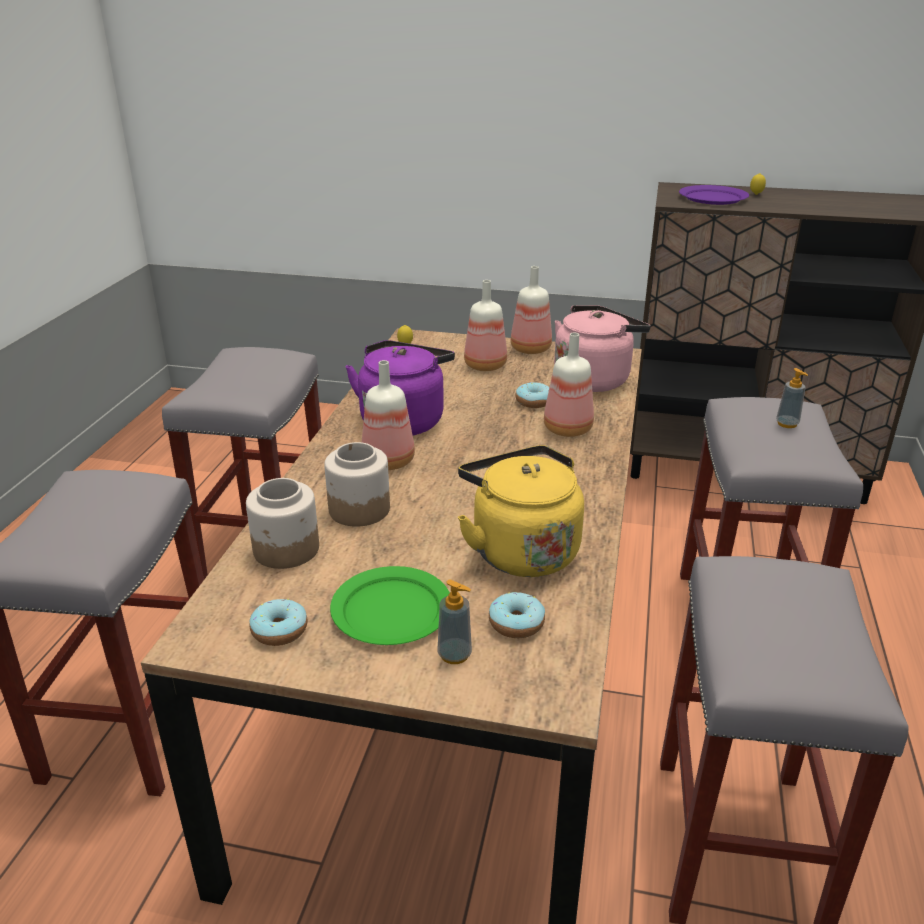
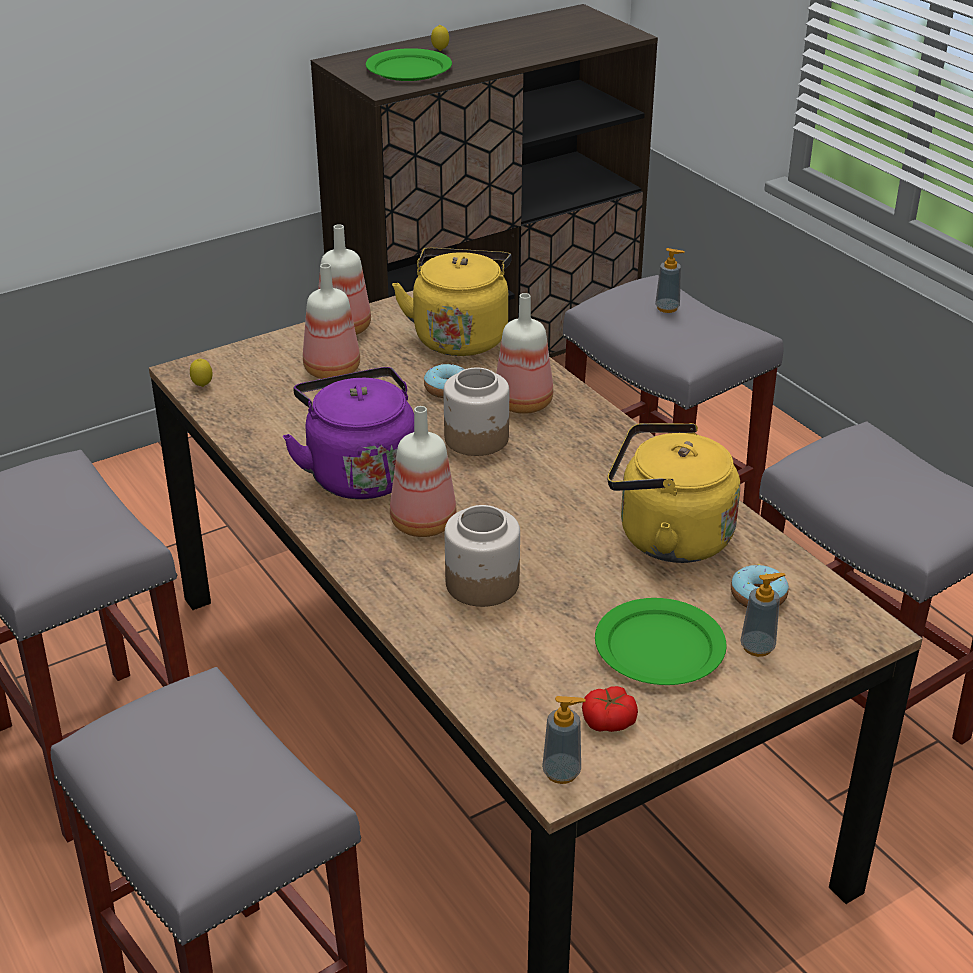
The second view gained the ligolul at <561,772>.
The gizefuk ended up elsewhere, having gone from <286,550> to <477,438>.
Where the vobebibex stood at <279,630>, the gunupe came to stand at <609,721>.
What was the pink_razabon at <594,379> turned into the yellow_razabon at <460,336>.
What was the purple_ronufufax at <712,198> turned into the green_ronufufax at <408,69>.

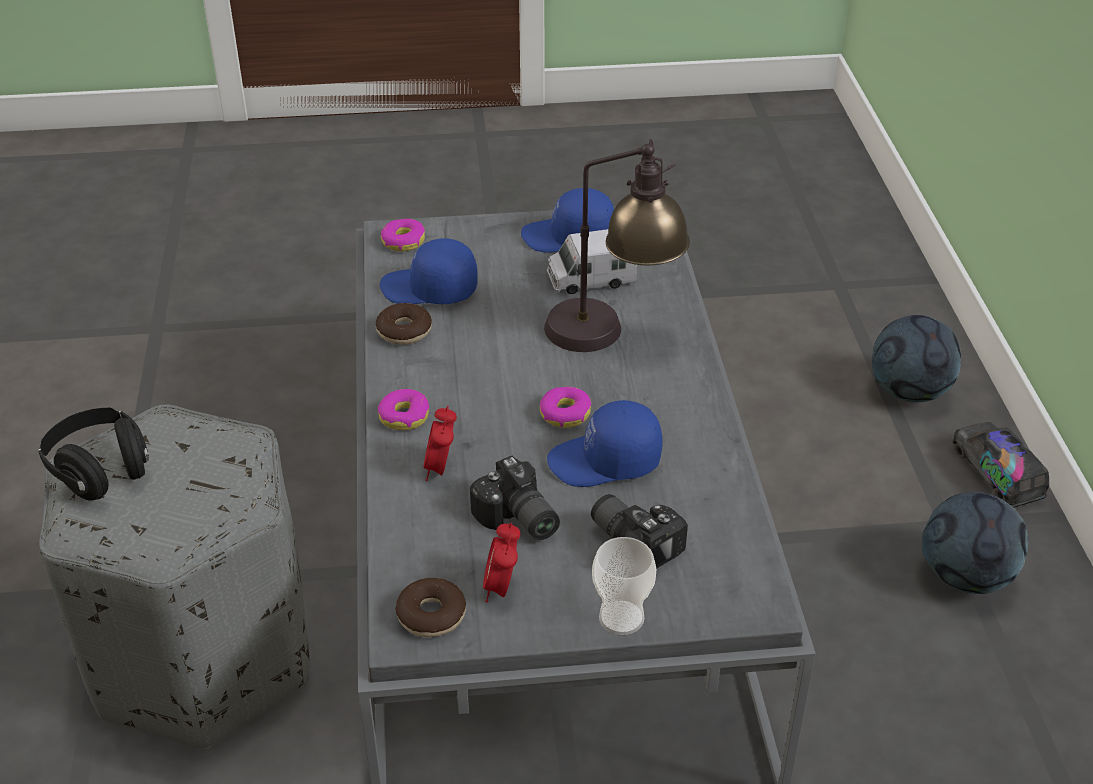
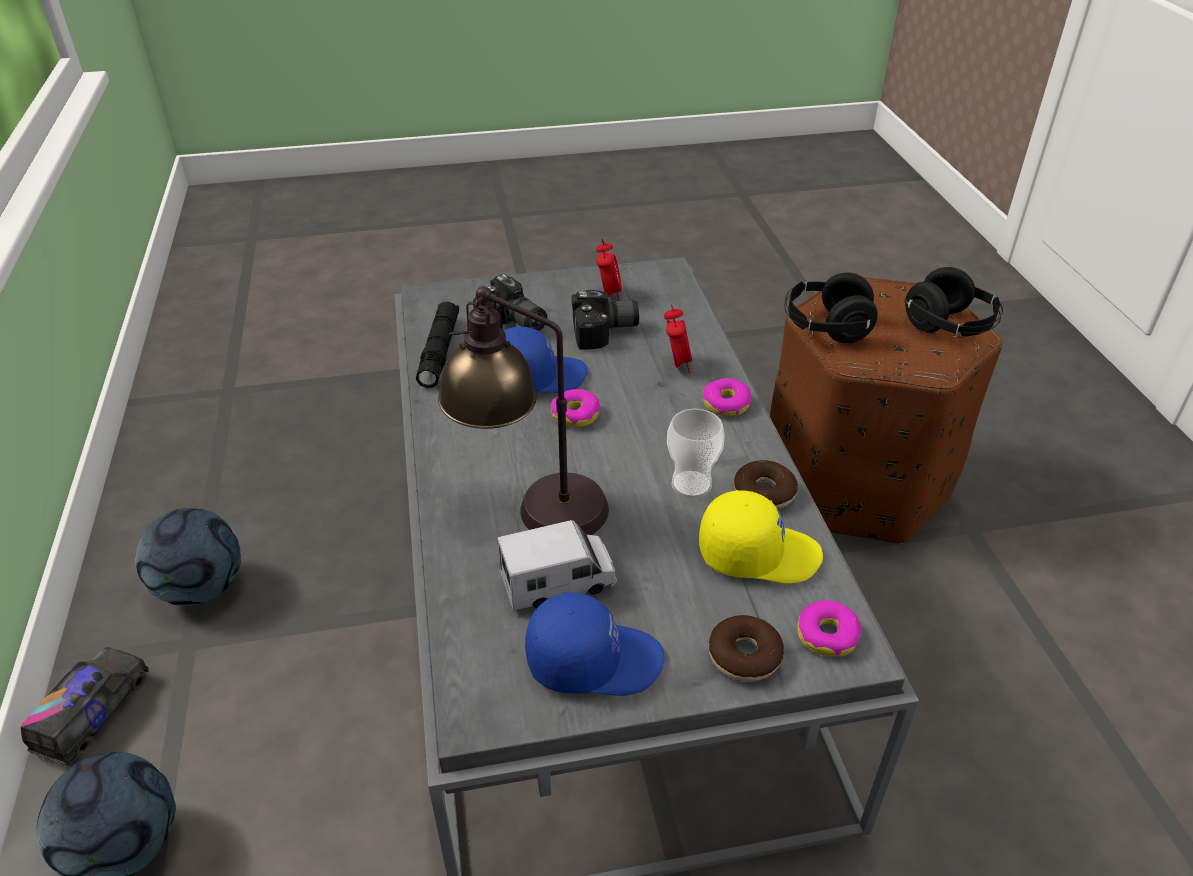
The second view gained the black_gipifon at <439,351>.
The second view gained the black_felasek at <825,328>.
The vobebibex ended up elsewhere, having gone from <431,615> to <744,656>.
The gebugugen ended up elsewhere, having gone from <621,617> to <691,484>.
What was the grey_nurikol at <203,658> turned into the brown_nurikol at <855,482>.
What was the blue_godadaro at <429,290> turned into the yellow_godadaro at <758,552>.
The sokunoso at <517,520> ended up facing another way, 120 degrees clockwise from before.
The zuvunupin at <996,474> ended up facing another way, 135 degrees counterclockwise from before.

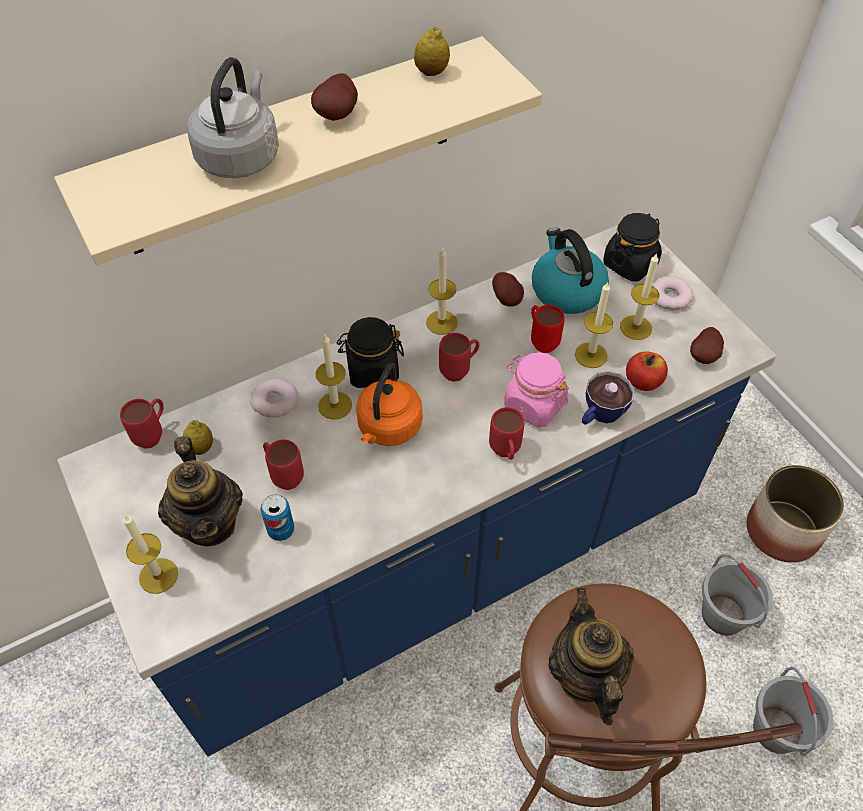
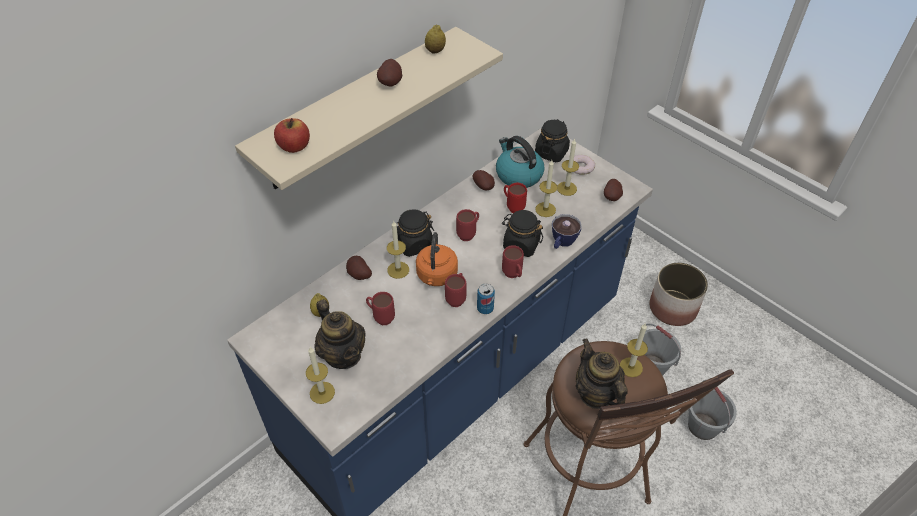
The second view lost the grey_razabon at <240,156>.
The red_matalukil ended up elsewhere, having gone from <153,434> to <457,298>.
The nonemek ended up elsewhere, having gone from <281,530> to <485,308>.
The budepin ended up elsewhere, having gone from <441,322> to <631,367>.
The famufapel ended up elsewhere, having gone from <643,382> to <294,146>.
Where the vobebibex stood at <274,401>, the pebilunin came to stand at <358,275>.
What was the pink_gizefuk at <534,405> turned into the black_gizefuk at <521,245>.

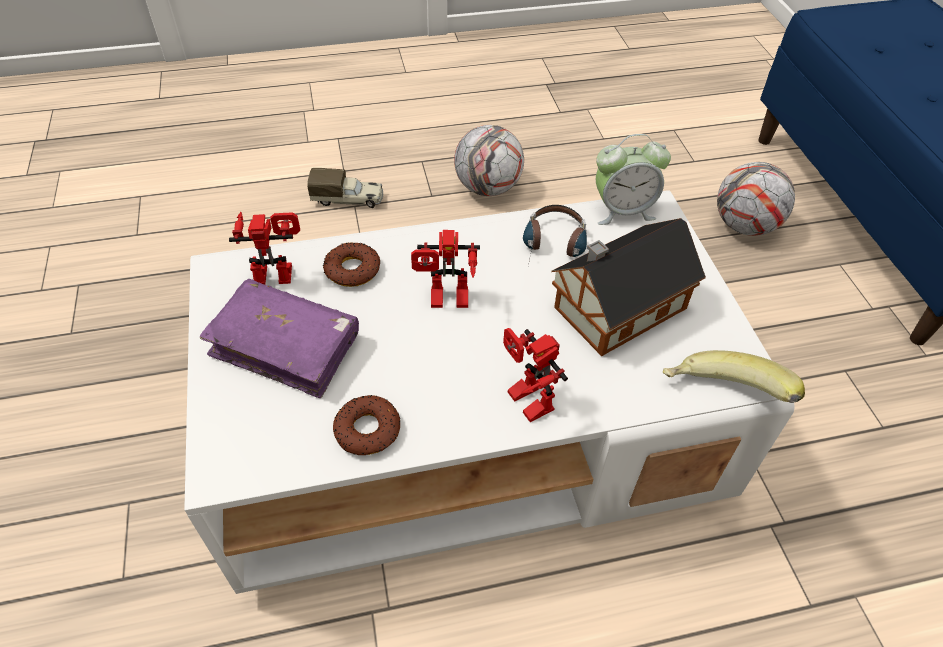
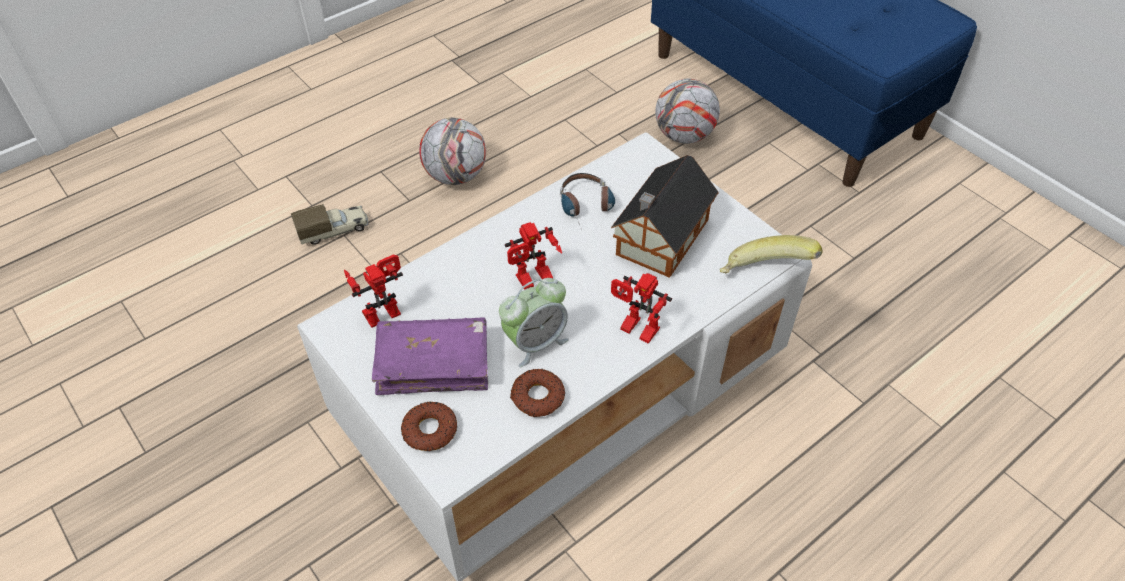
The vobebibex ended up elsewhere, having gone from <352,270> to <429,430>.
The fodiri ended up elsewhere, having gone from <622,210> to <535,342>.

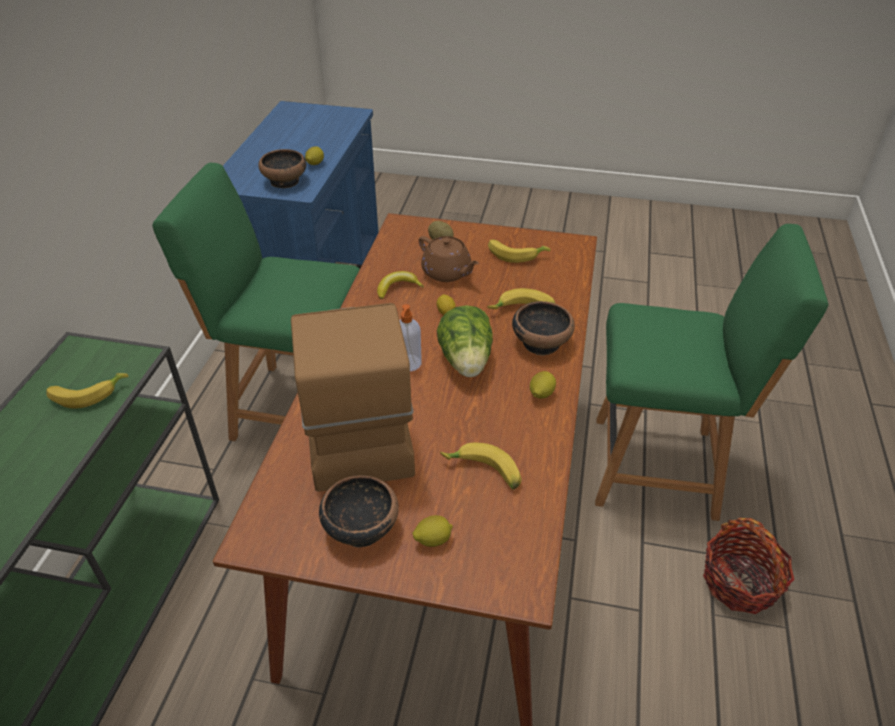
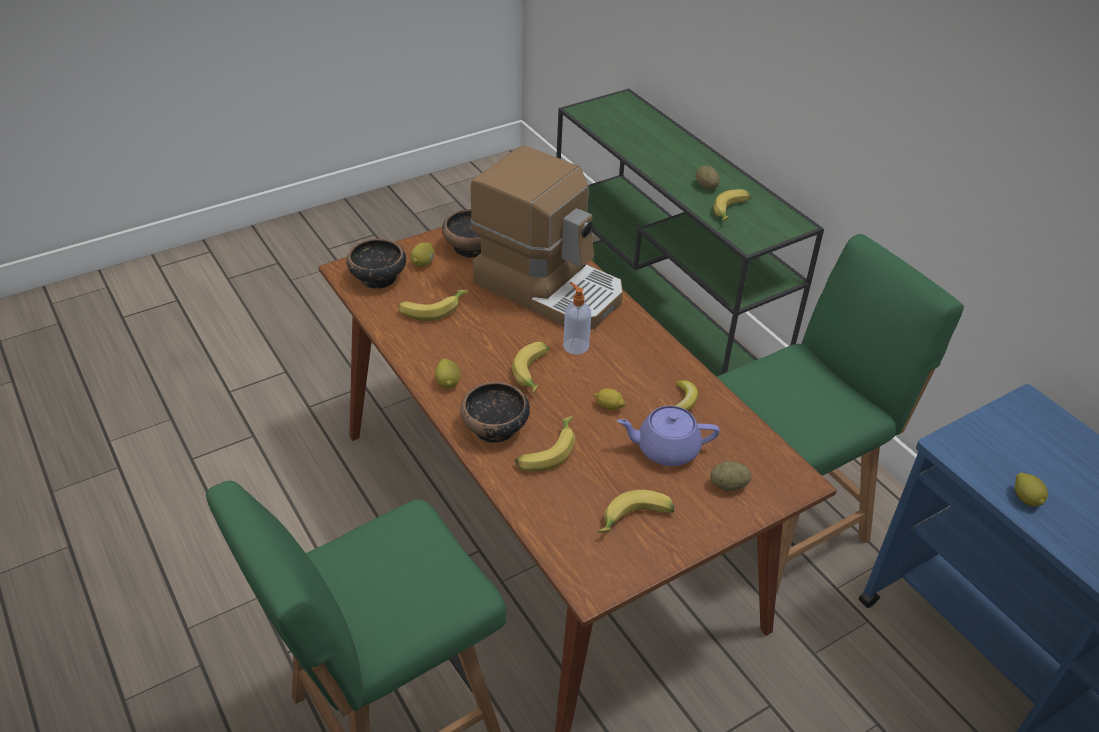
The second view lost the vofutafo at <740,582>.
The second view gained the pebilunin at <706,186>.
The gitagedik ended up elsewhere, having gone from <285,181> to <377,278>.
Where the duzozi stood at <466,362>, the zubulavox came to stand at <534,373>.
What was the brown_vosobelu at <447,273> turned into the purple_vosobelu at <666,449>.

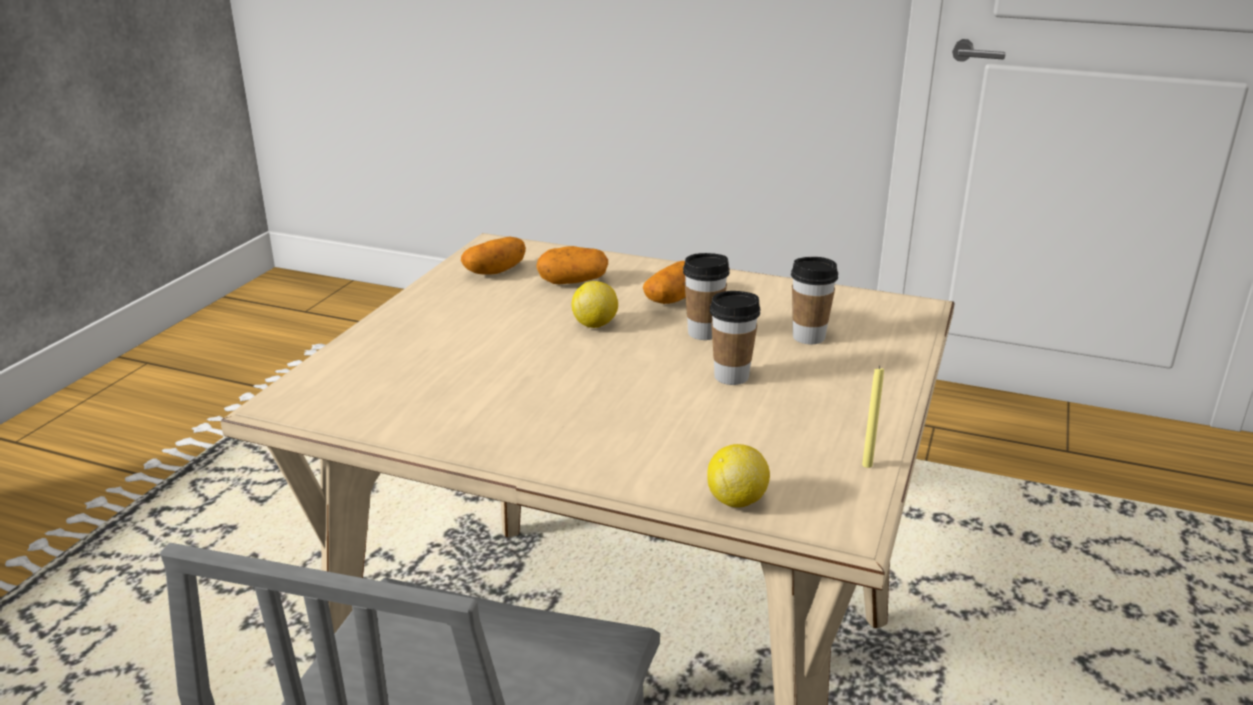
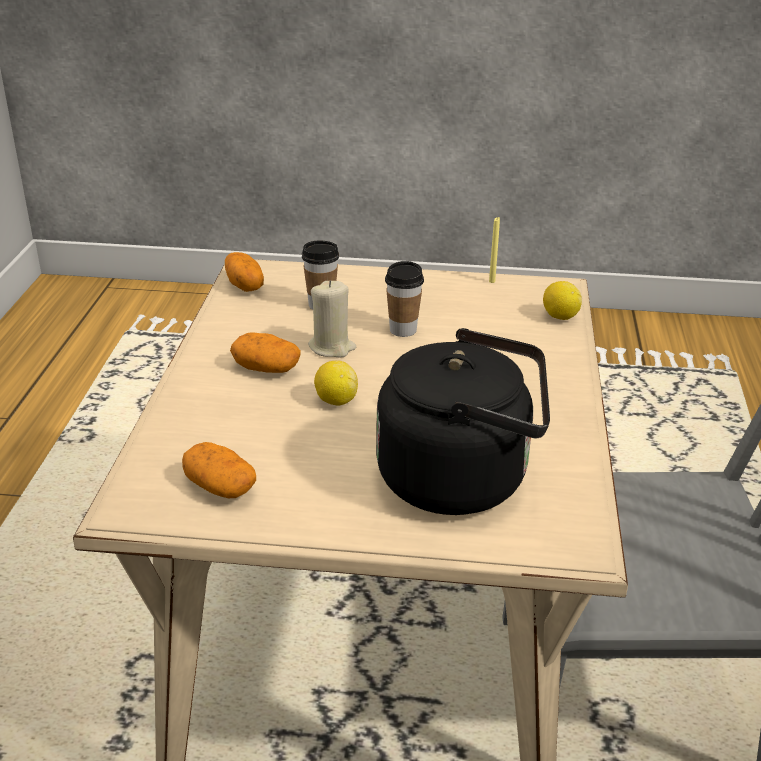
The second view gained the black_razabon at <462,479>.
The pebilunin ended up elsewhere, having gone from <572,282> to <245,285>.
Where the gebugugen stood at <703,333>, the beige_budepin came to stand at <332,347>.

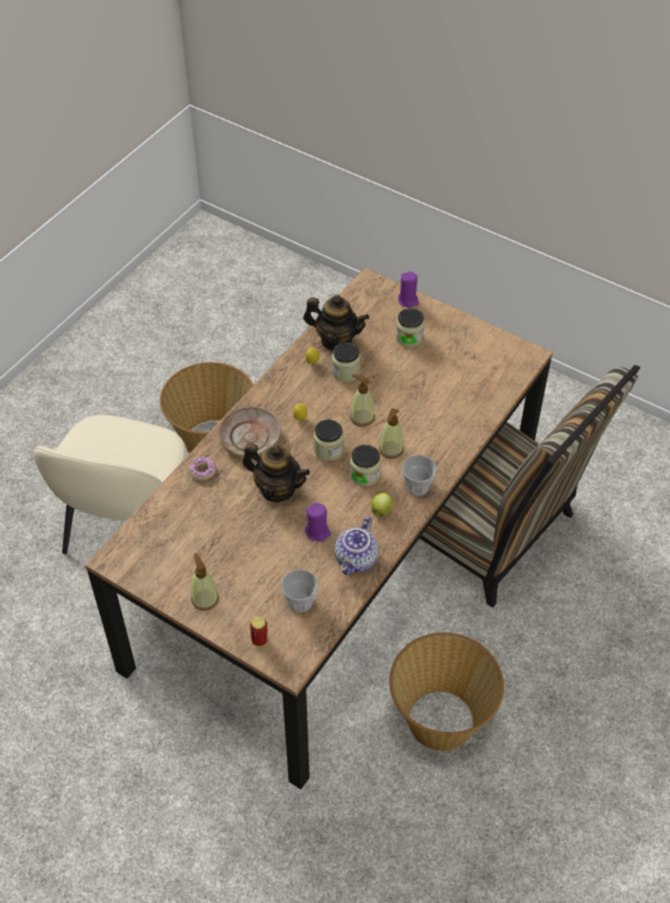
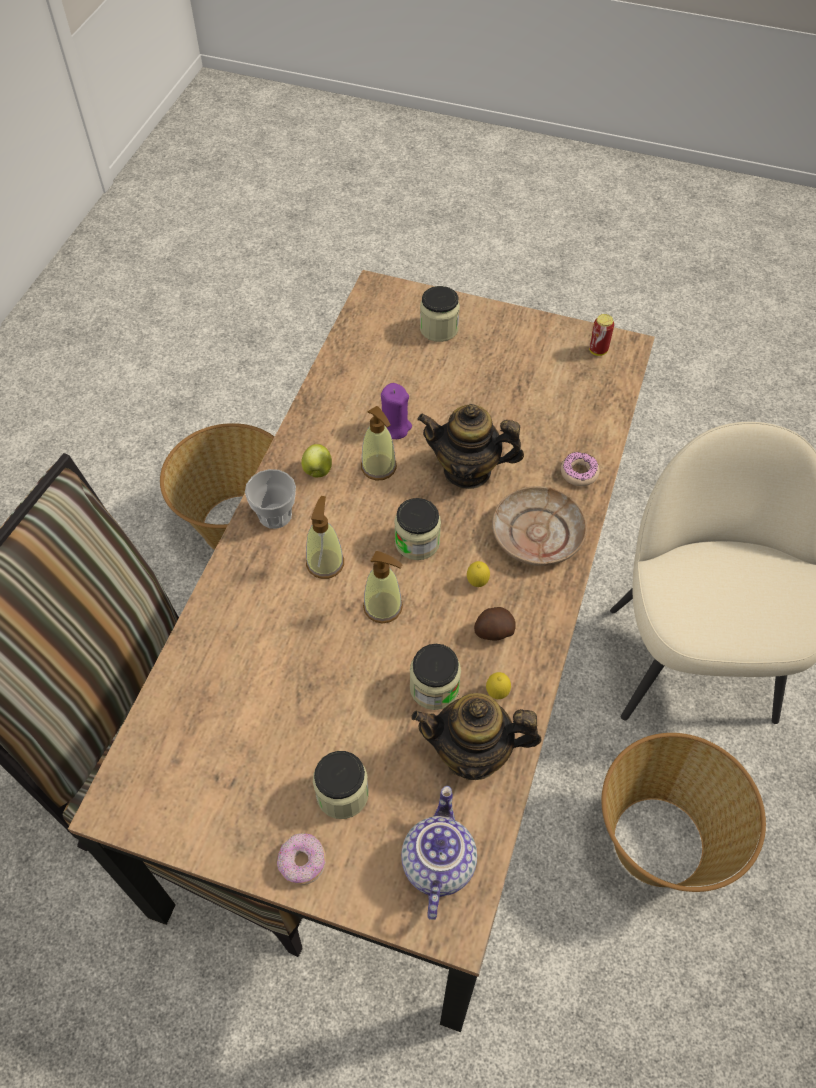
The second view lost the gebugugen at <300,602>.
The second view lost the purple_budepin at <408,300>.
The second view gained the vobebibex at <302,862>.
The second view gained the pebilunin at <493,631>.
The ligolul ended up elsewhere, having gone from <205,599> to <379,467>.
The nonemek ended up elsewhere, having gone from <260,640> to <598,350>.
The vosobelu ended up elsewhere, having gone from <357,560> to <436,863>.
The gizefuk ended up elsewhere, having gone from <365,475> to <439,328>.

